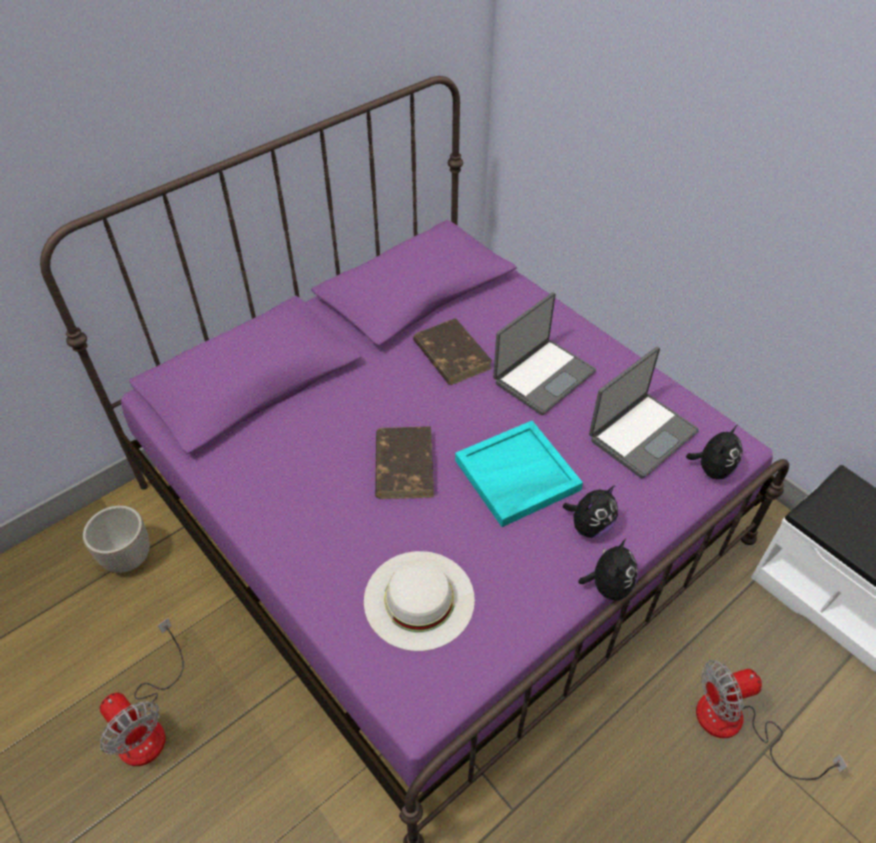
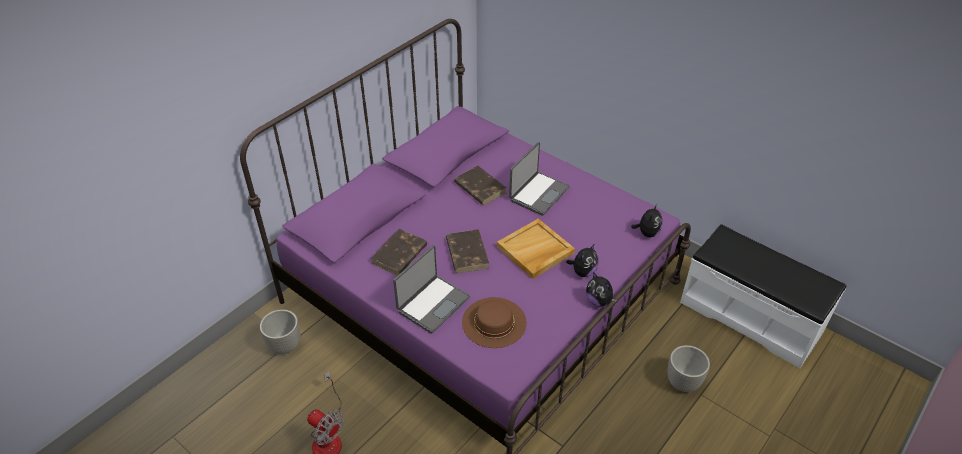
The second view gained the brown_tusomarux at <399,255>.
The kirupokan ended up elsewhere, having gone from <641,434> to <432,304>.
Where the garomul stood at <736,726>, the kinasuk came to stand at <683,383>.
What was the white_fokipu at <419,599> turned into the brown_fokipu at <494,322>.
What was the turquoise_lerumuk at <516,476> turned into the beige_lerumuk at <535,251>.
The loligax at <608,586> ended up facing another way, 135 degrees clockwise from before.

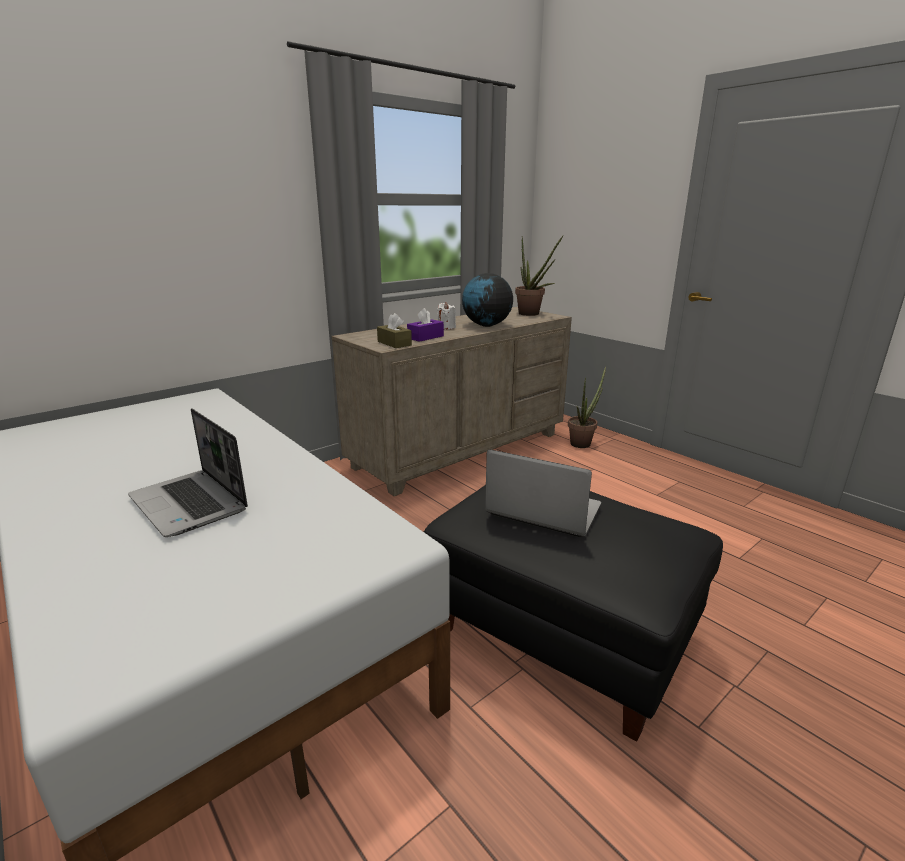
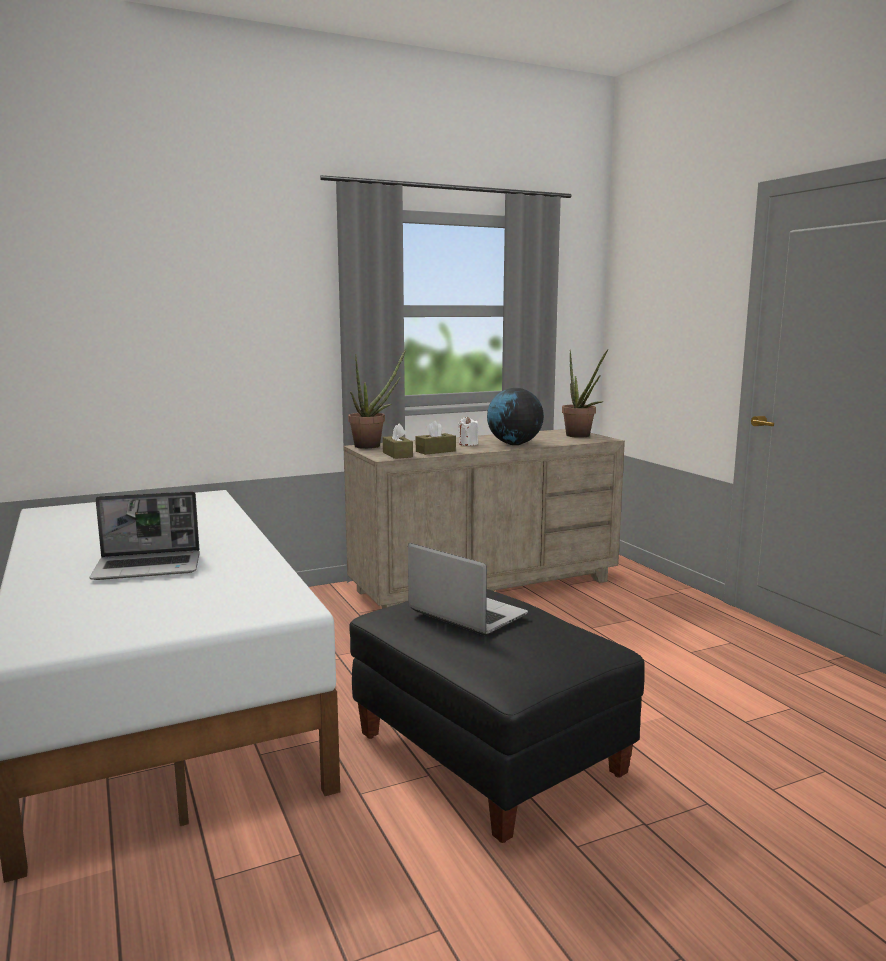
The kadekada ended up elsewhere, having gone from <583,442> to <372,445>.
What was the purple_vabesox at <425,337> turned into the brown_vabesox at <435,451>.
The kirupokan at <191,504> ended up facing another way, 75 degrees counterclockwise from before.

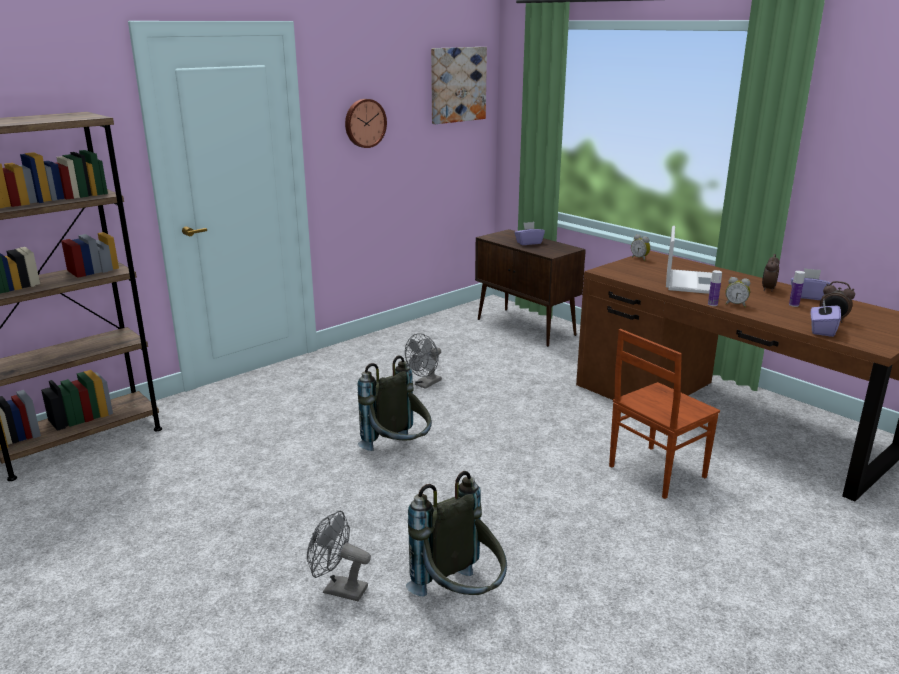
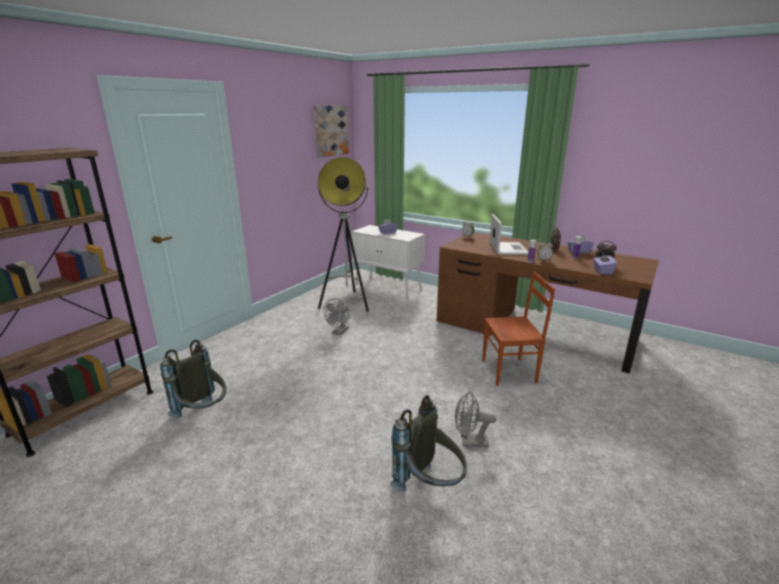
The second view lost the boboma at <364,123>.
The second view gained the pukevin at <347,303>.
The grey_garomul ended up elsewhere, having gone from <338,589> to <470,442>.
The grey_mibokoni ended up elsewhere, having gone from <399,451> to <203,414>.
What was the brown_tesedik at <526,327> turned into the white_tesedik at <388,287>.
The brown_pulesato at <655,471> ended up facing another way, 135 degrees counterclockwise from before.

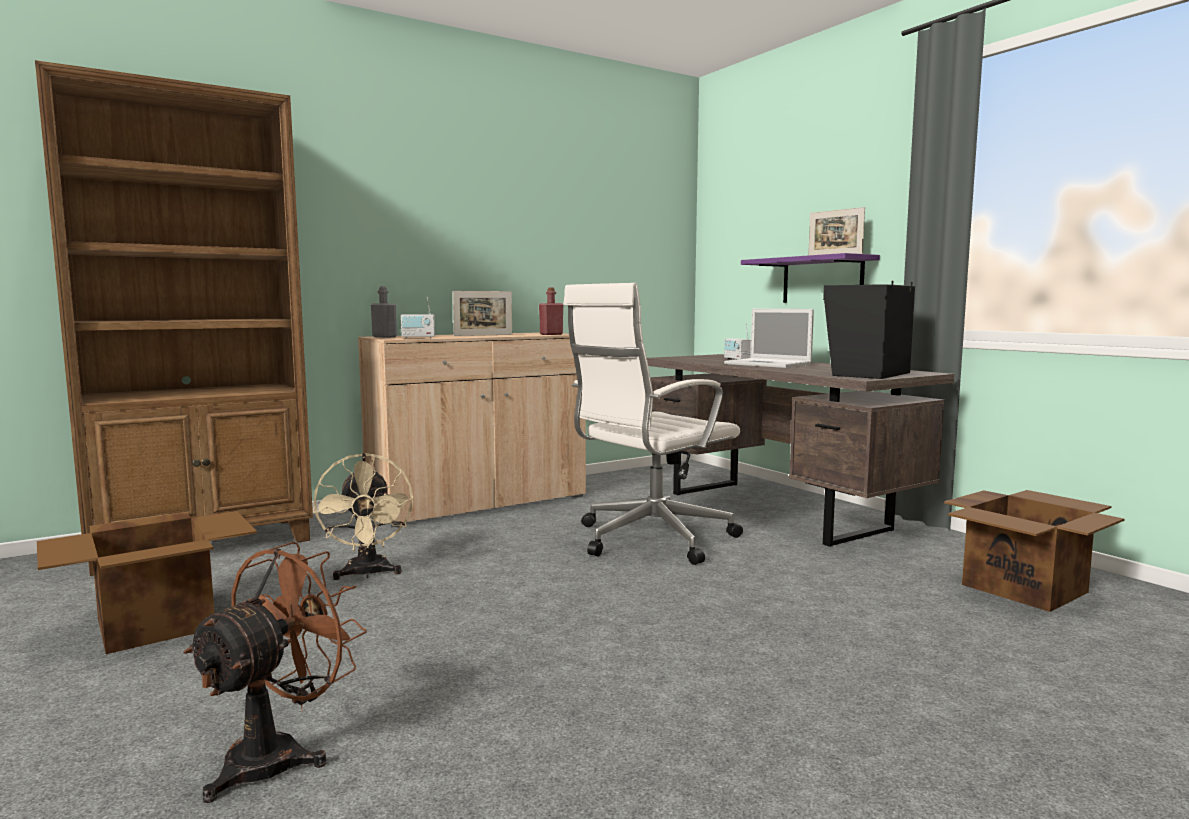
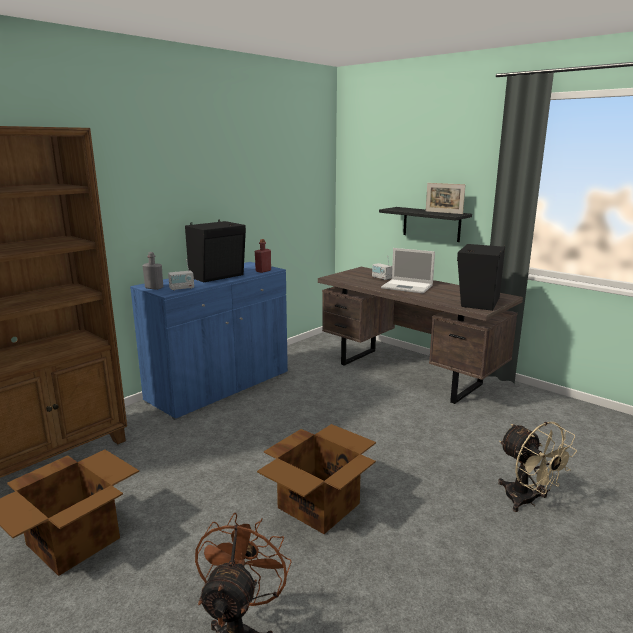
The second view lost the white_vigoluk at <650,539>.
The beige_garomul ended up elsewhere, having gone from <367,574> to <527,501>.
The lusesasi ended up elsewhere, having gone from <1025,588> to <320,505>.
Where the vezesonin stood at <483,335>, the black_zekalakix came to stand at <218,276>.
What was the beige_tesedik at <479,502> turned into the blue_tesedik at <219,387>.
What was the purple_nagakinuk at <822,280> turned into the black_nagakinuk at <431,224>.

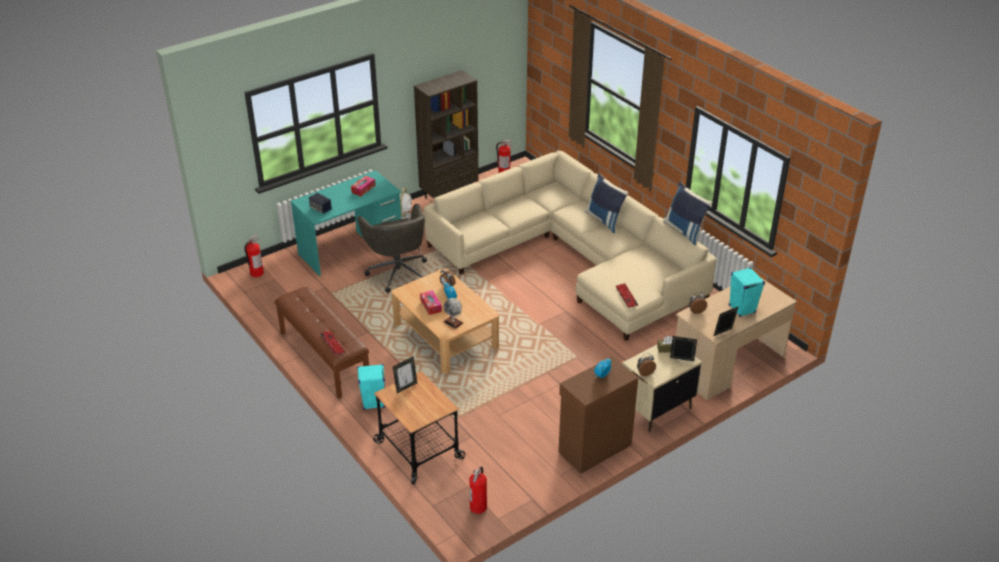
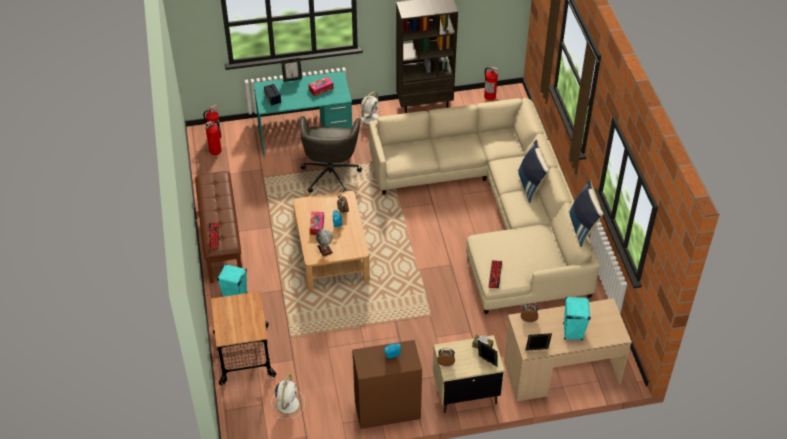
The second view gained the white_garomul at <288,403>.
The vezesonin ended up elsewhere, having gone from <406,387> to <292,79>.
The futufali ended up elsewhere, having gone from <478,507> to <215,151>.

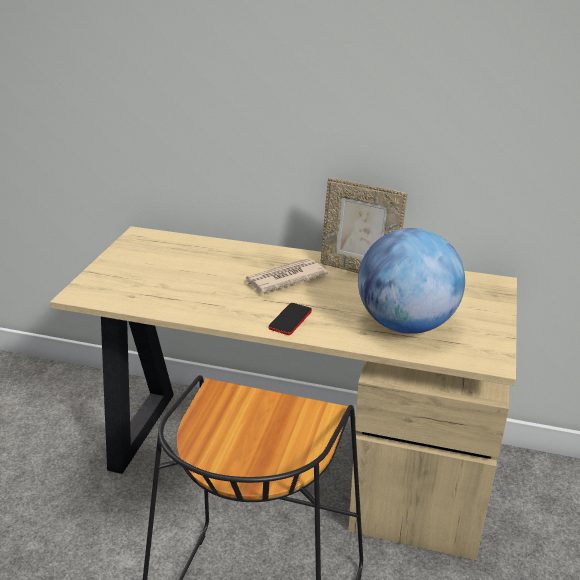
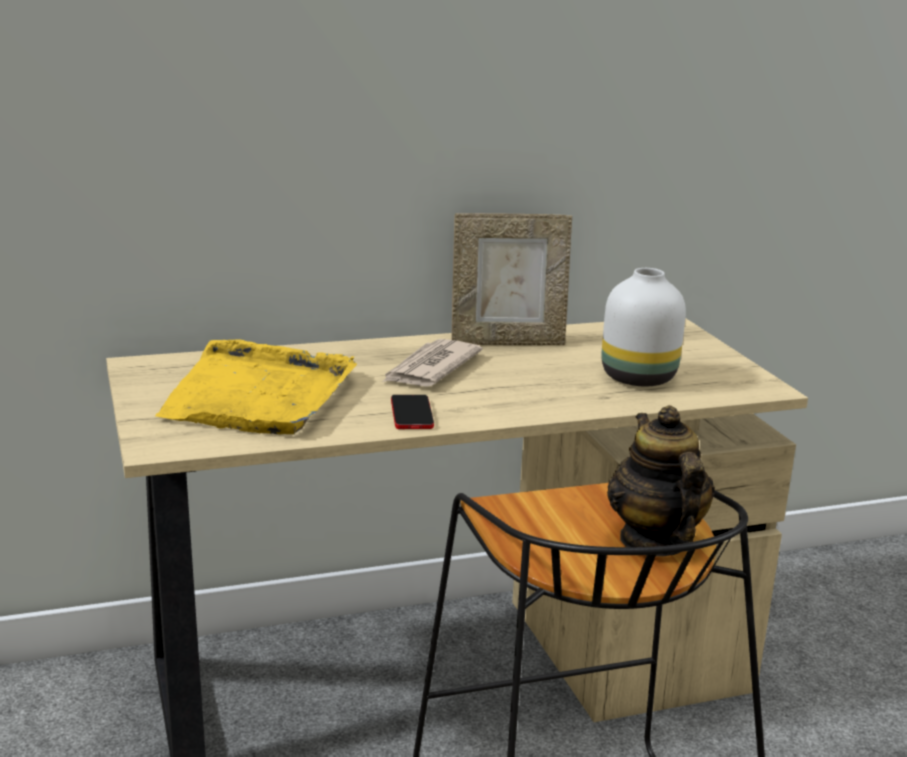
The second view gained the yellow_lerumuk at <258,395>.
The second view gained the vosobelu at <654,540>.
The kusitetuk ended up elsewhere, having gone from <290,320> to <412,413>.
Where the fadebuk stood at <406,324>, the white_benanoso came to stand at <637,378>.

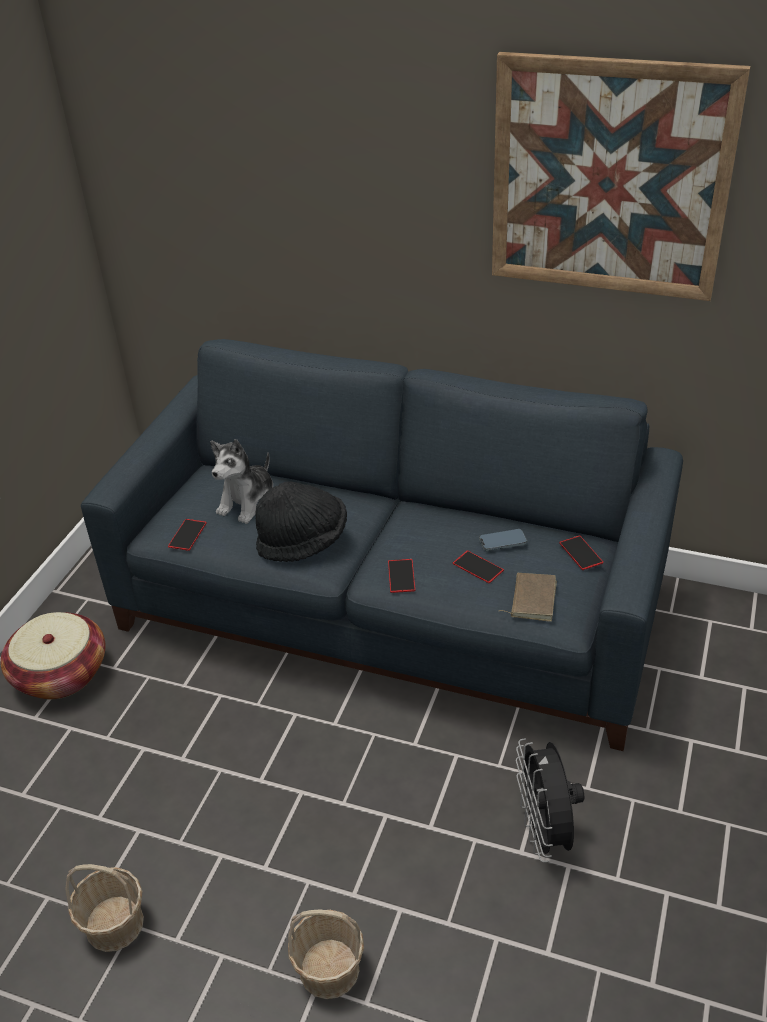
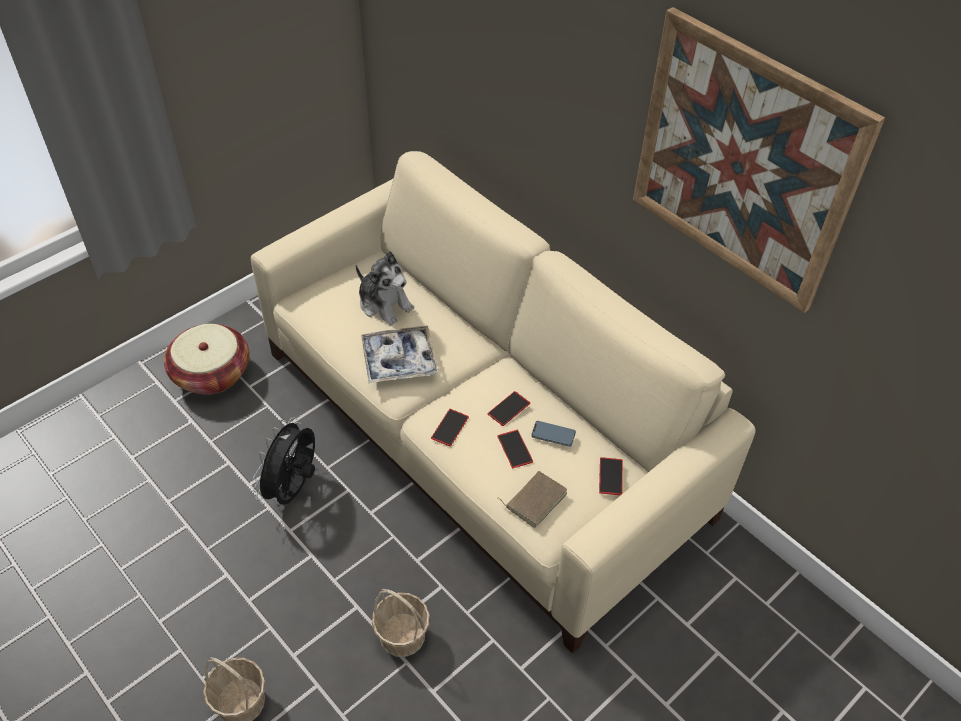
The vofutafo ended up elsewhere, having gone from <114,924> to <402,634>.
The kusitetuk ended up elsewhere, having gone from <187,535> to <508,408>.
The black_garomul ended up elsewhere, having gone from <545,832> to <294,489>.
Where the black_fokipu stood at <303,541>, the lerumuk came to stand at <399,360>.
What was the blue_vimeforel at <391,607> turned into the beige_vimeforel at <480,434>.
The loligax at <248,502> ended up facing another way, 105 degrees counterclockwise from before.

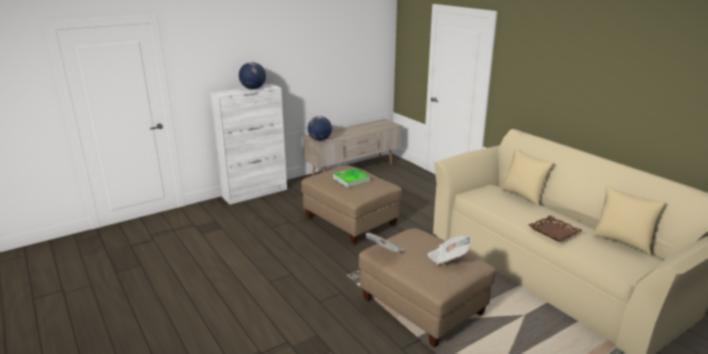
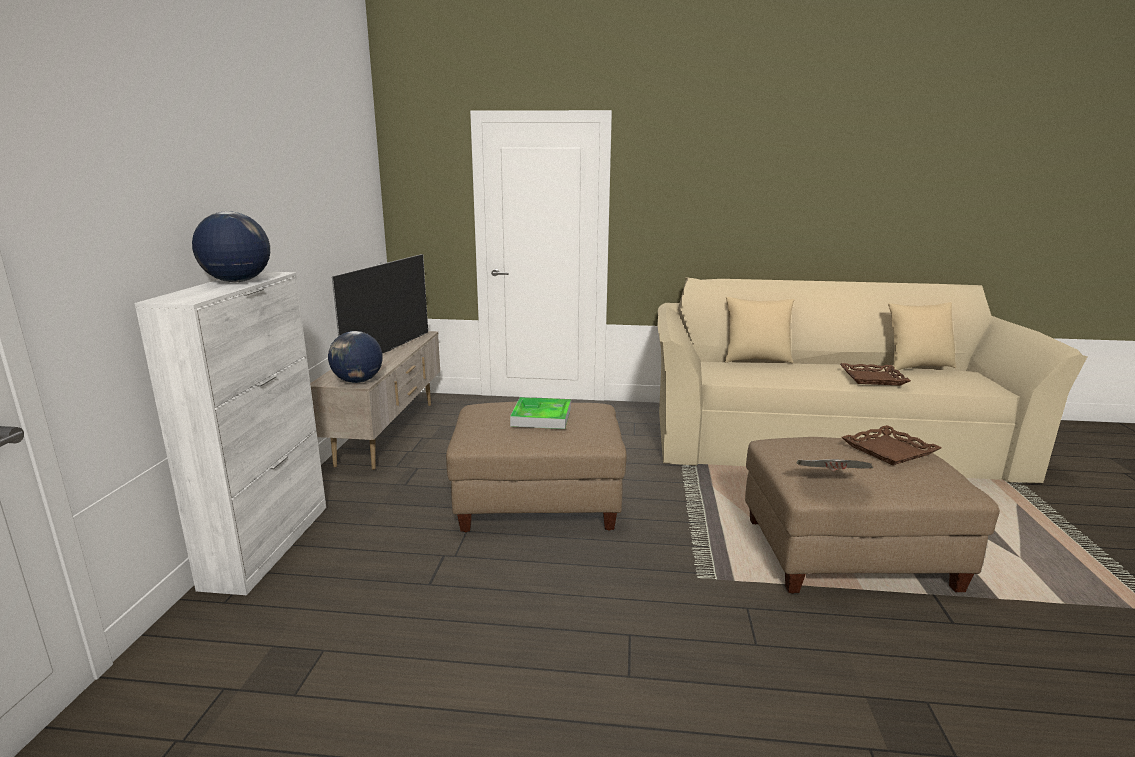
The second view gained the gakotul at <388,351>.
Where the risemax stood at <448,258>, the brown_lerumuk came to stand at <889,451>.

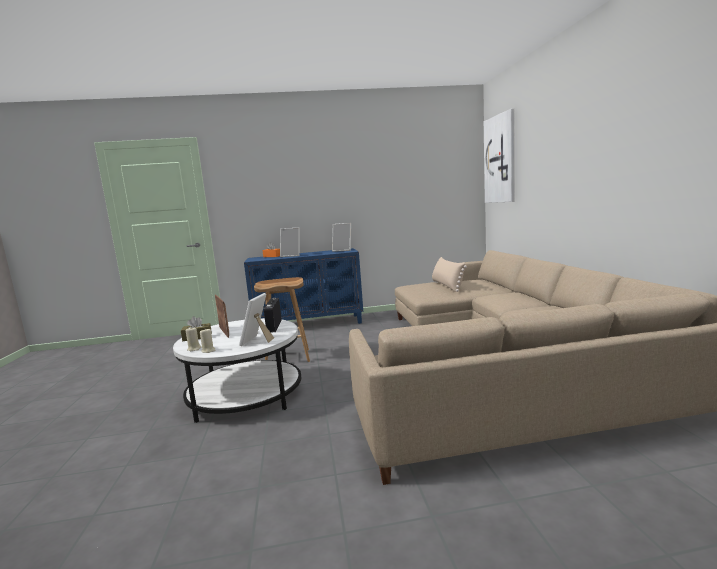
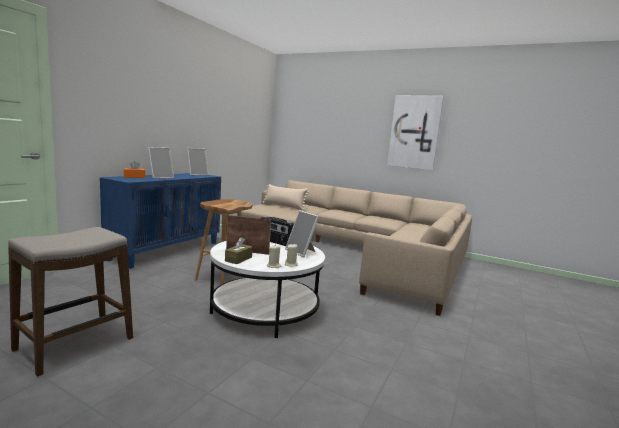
The second view gained the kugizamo at <74,344>.
The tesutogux ended up elsewhere, having gone from <500,159> to <414,132>.

